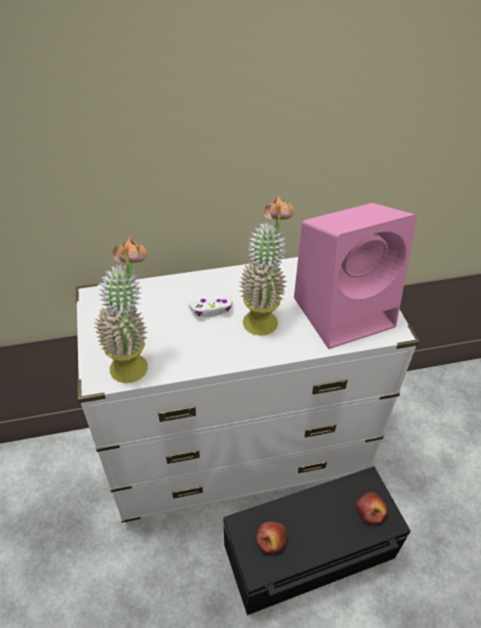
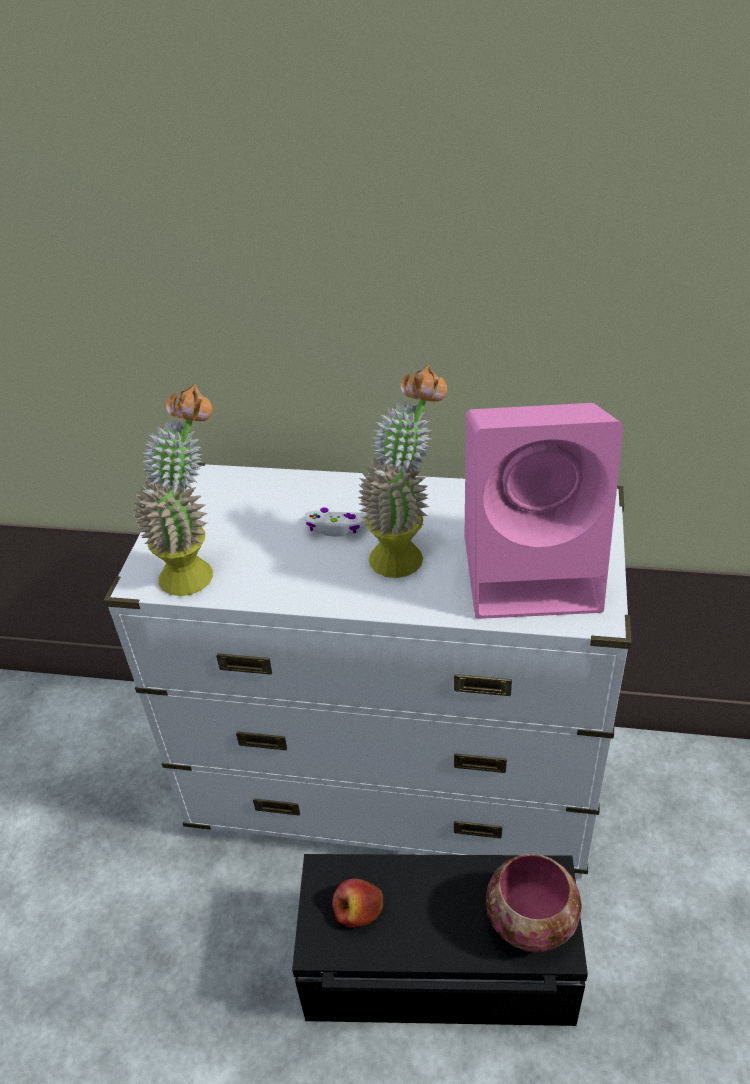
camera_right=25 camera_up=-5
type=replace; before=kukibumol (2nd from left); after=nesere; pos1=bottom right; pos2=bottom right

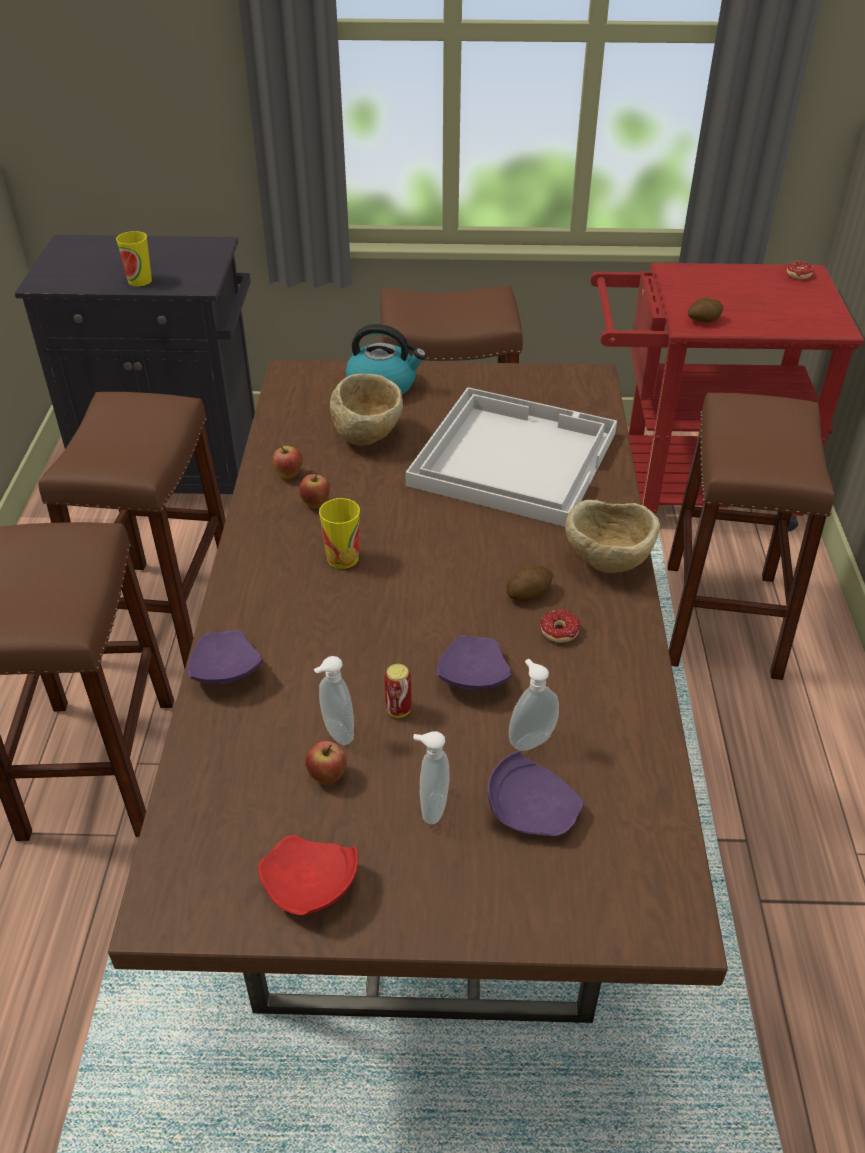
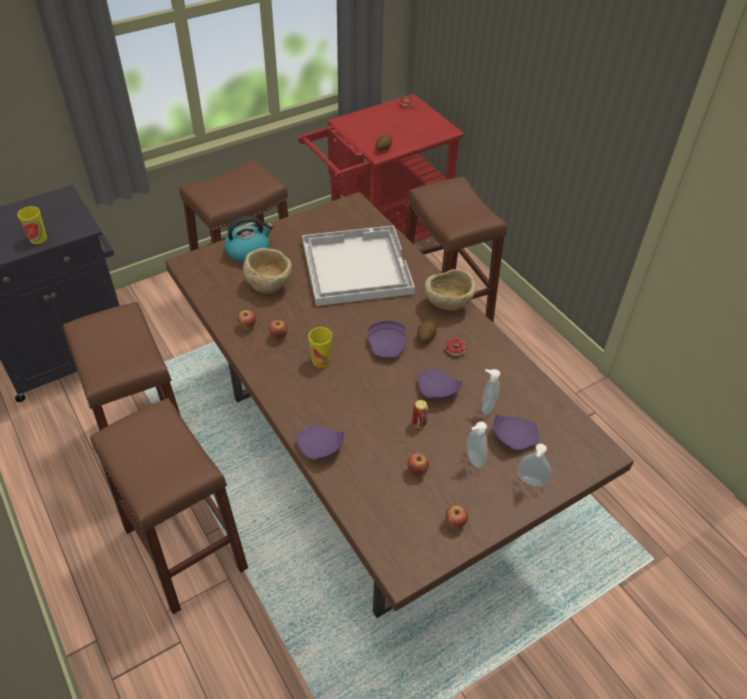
camera_right=-35 camera_up=5
type=insert; after=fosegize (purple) (2nd from left); pos2=centre
type=move; before=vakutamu (1st from left in the first image); after=vakutamu (3rd from left); pos1=centre; pos2=middle right
type=replace; before=fosegize (red); after=kukibumol (4th from left); pos1=bottom centre; pos2=bottom centre

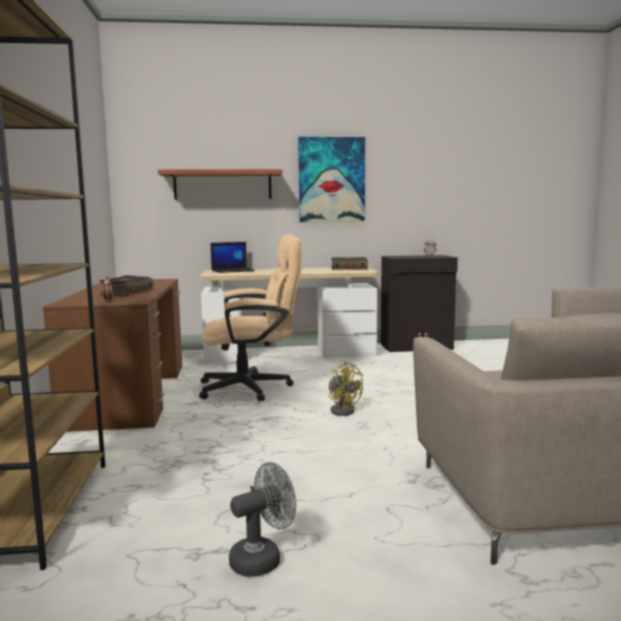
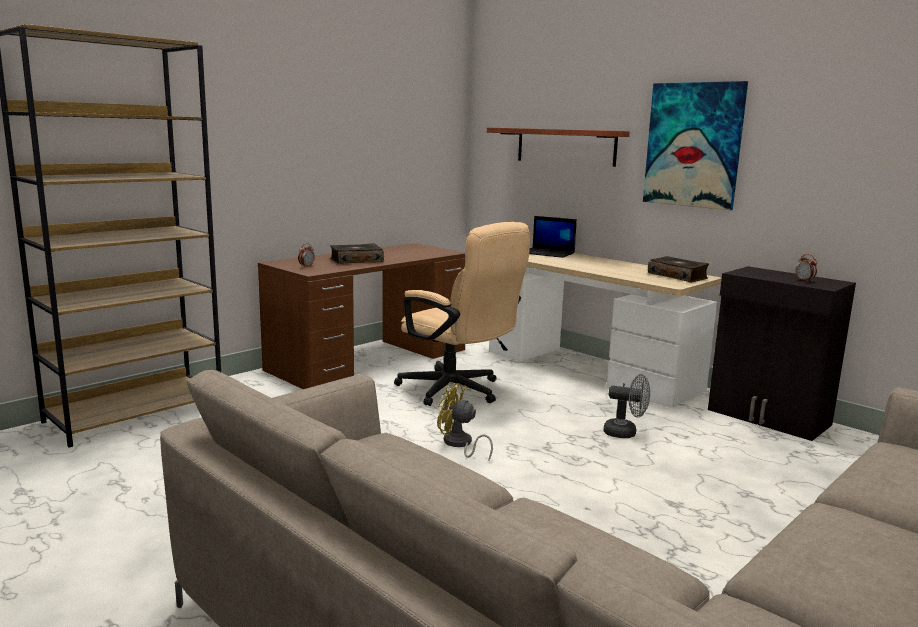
camera_right=50 camera_up=5
type=move; before=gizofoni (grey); pos1=bottom centre; pos2=middle right
type=rotate; before=gizofoni (yellow); pos1=centre; pos2=bottom centre; turn=105

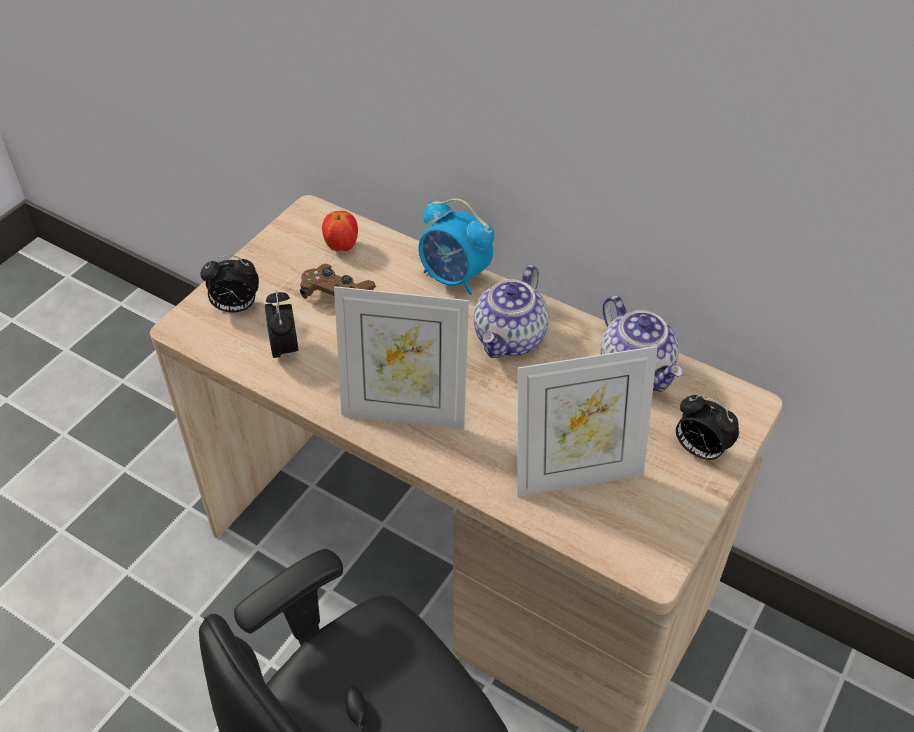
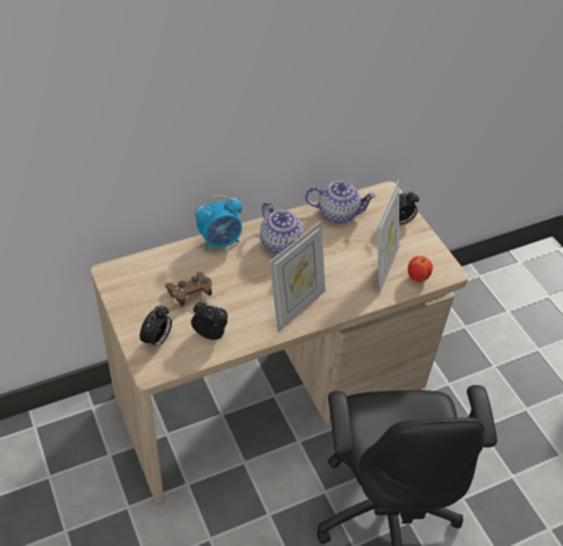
camera_right=-60 camera_up=0
type=move; before=kukibumol; pos1=top centre; pos2=middle right

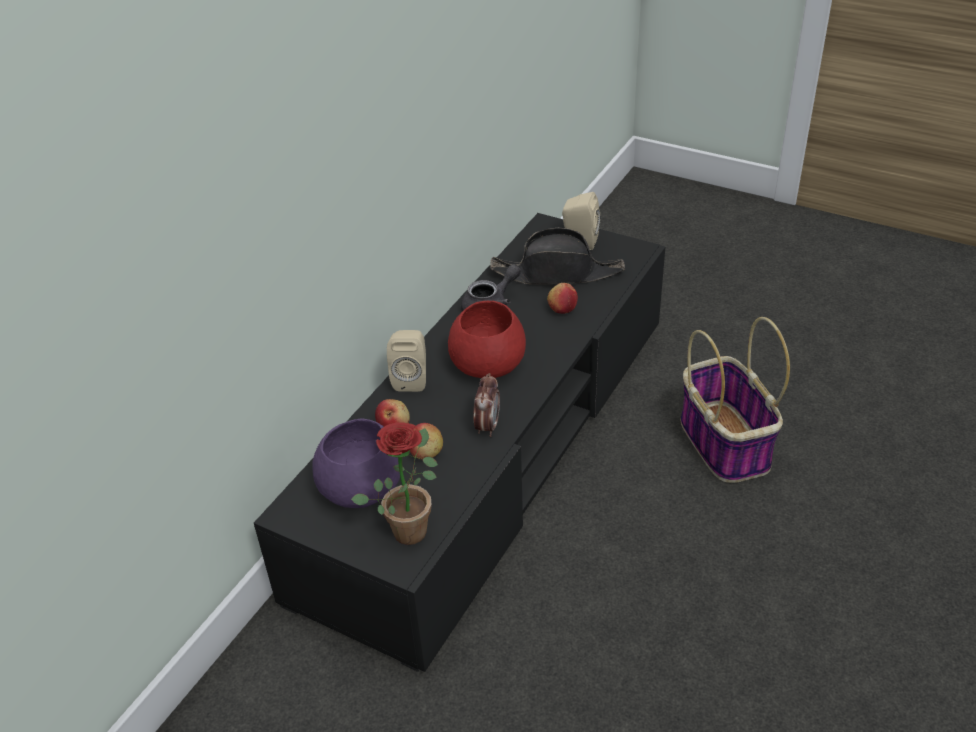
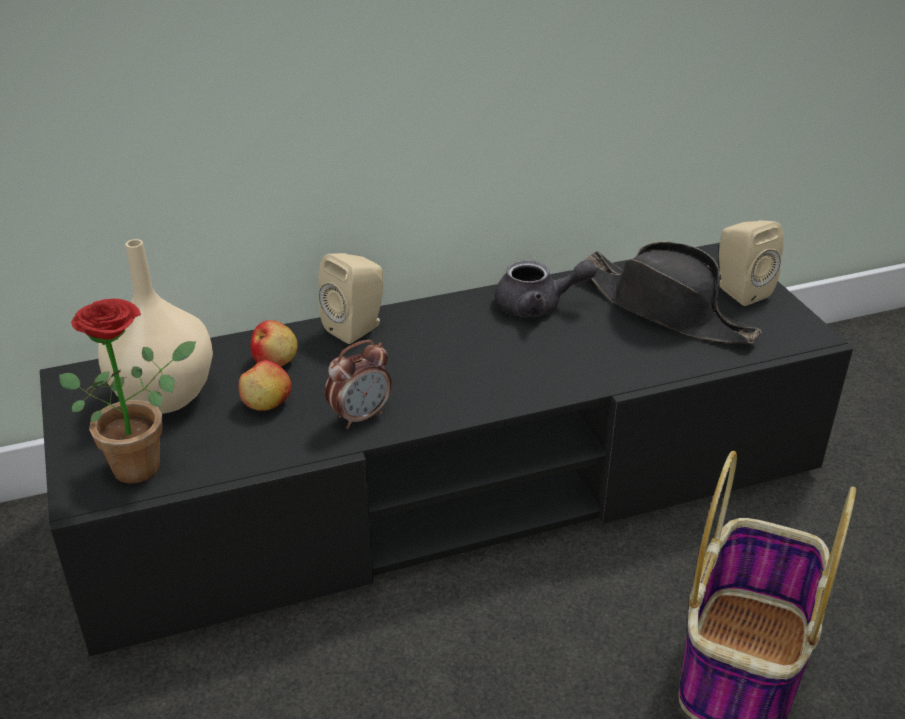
camera_right=40 camera_up=-5
type=delete; before=nesere (red); pos1=centre
type=delete; before=kukibumol (3rd from left); pos1=centre
type=replace; before=nesere (purple); after=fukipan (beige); pos1=centre; pos2=middle left

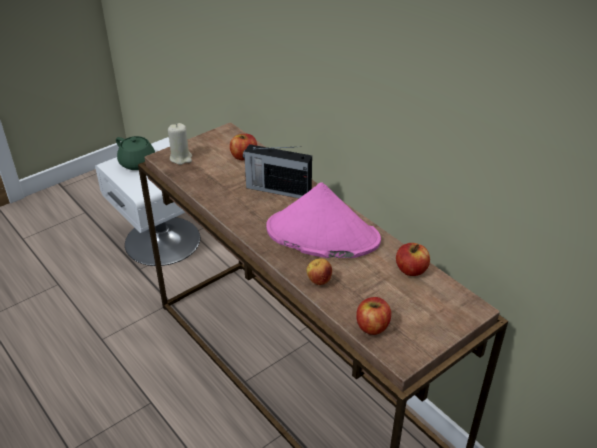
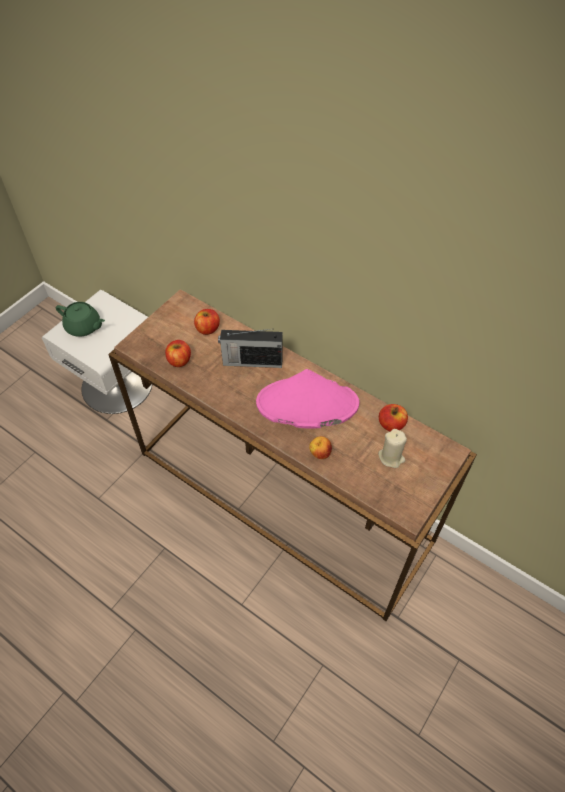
camera_right=-15 camera_up=15
type=move; before=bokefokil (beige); pos1=top left; pos2=middle right
type=move; before=kukibumol (3rd from left in the first image); after=kukibumol (1st from left); pos1=bottom centre; pos2=middle left

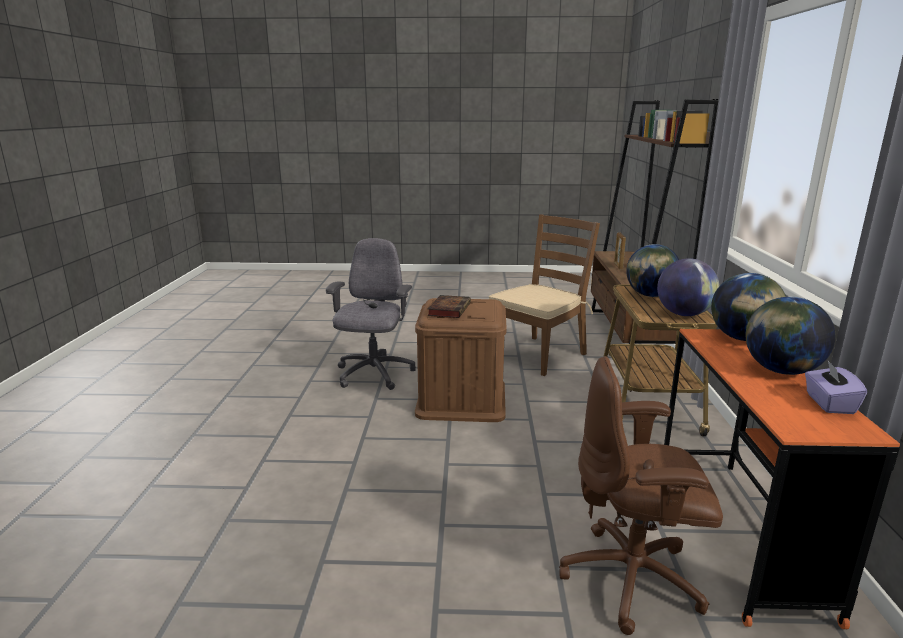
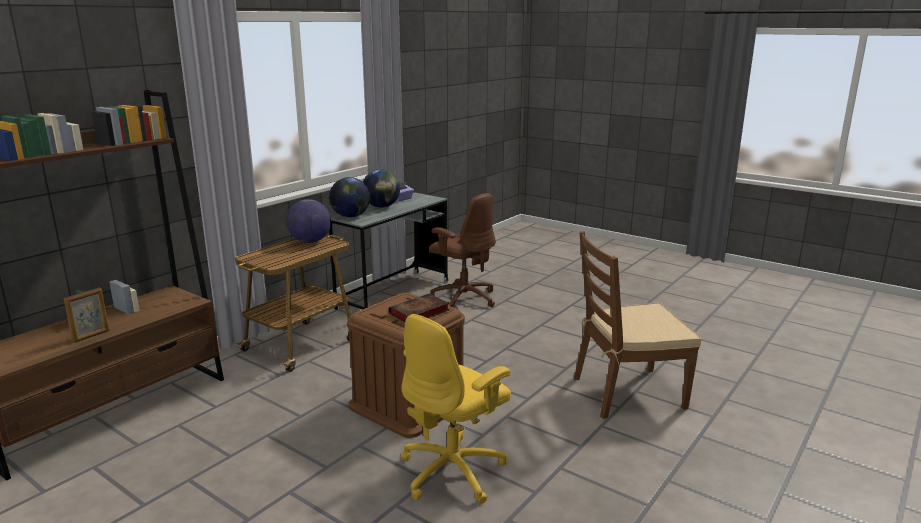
camera_right=-145 camera_up=0
type=delete; before=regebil (1st from left); pos1=middle right
type=move; before=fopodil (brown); pos1=centre; pos2=middle right
type=recolor; before=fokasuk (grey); after=fokasuk (yellow); pos1=centre; pos2=bottom centre
type=recolor; before=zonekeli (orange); after=zonekeli (grey); pos1=bottom right; pos2=centre

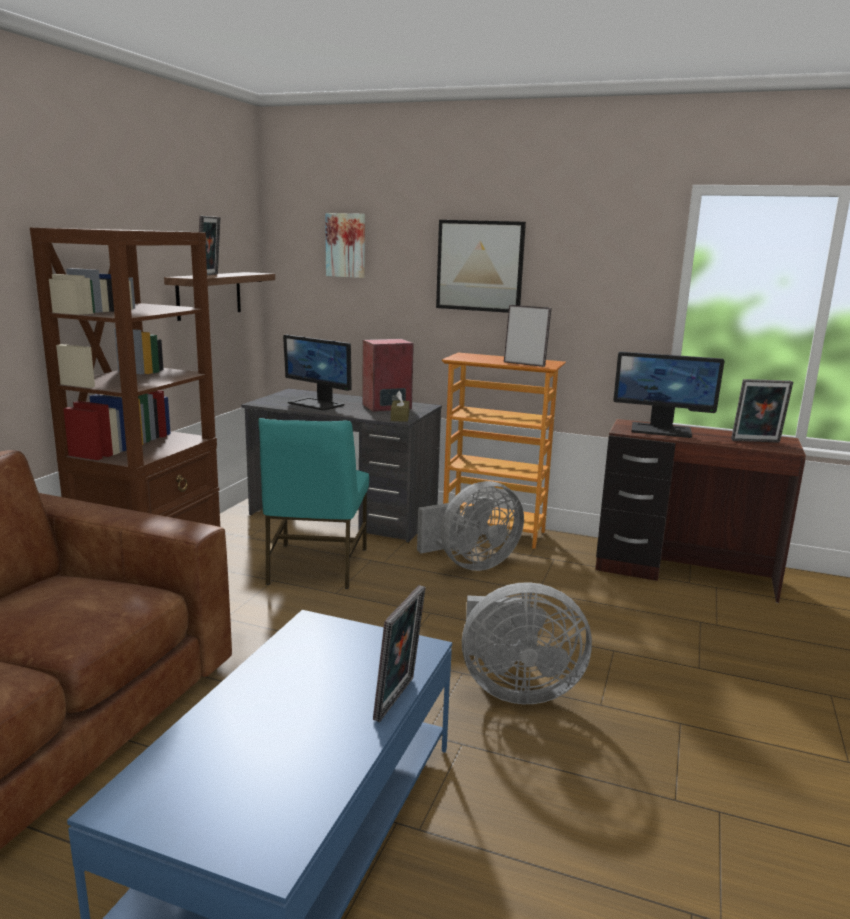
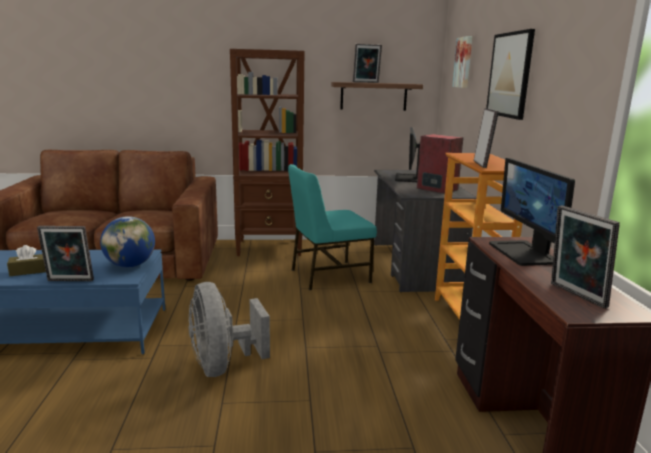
camera_right=65 camera_up=0
type=delete; before=gizofoni (grey) (1st from left); pos1=centre
type=insert; after=regebil; pos2=middle left
type=move; before=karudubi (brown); pos1=centre; pos2=middle left

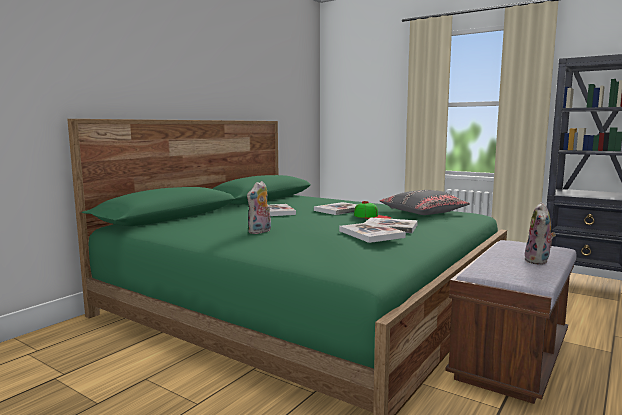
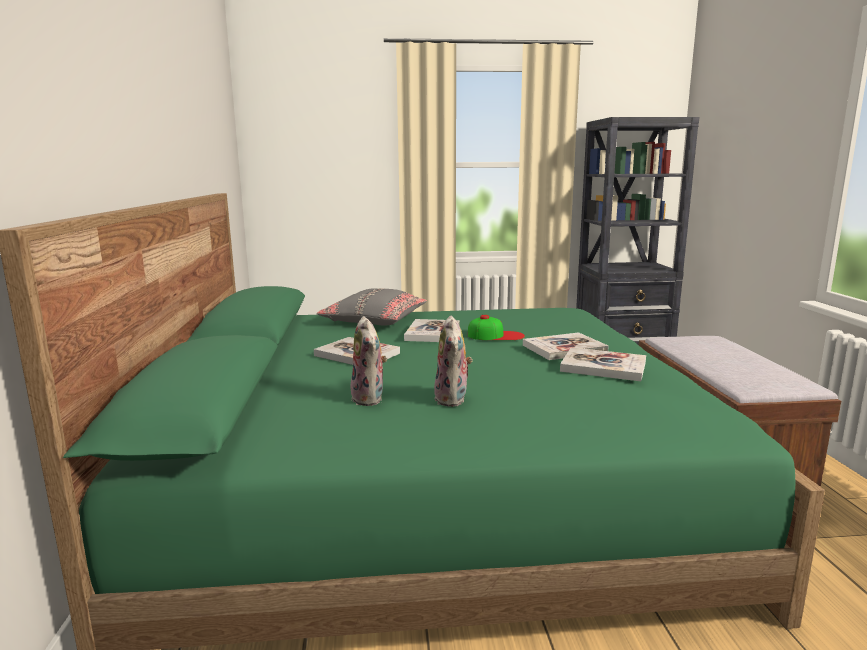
camera_right=-40 camera_up=5
type=move; before=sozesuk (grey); pos1=middle right; pos2=centre
type=move; before=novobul (2nd from left in the first image); after=novobul (1st from left); pos1=middle right; pos2=centre

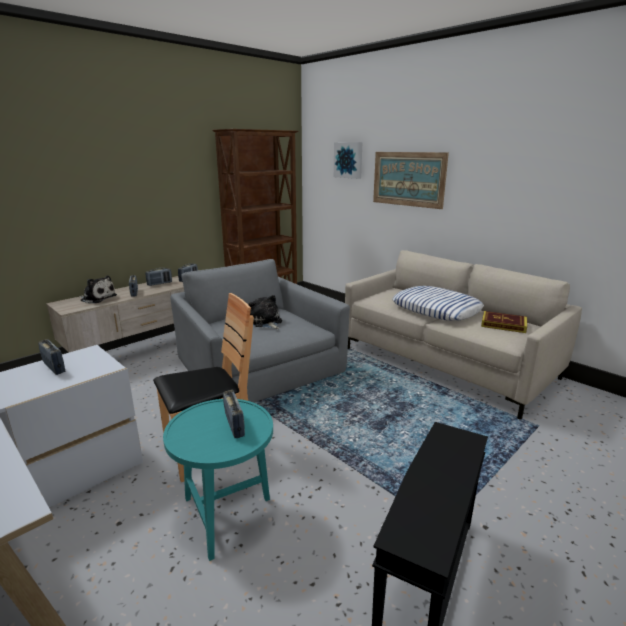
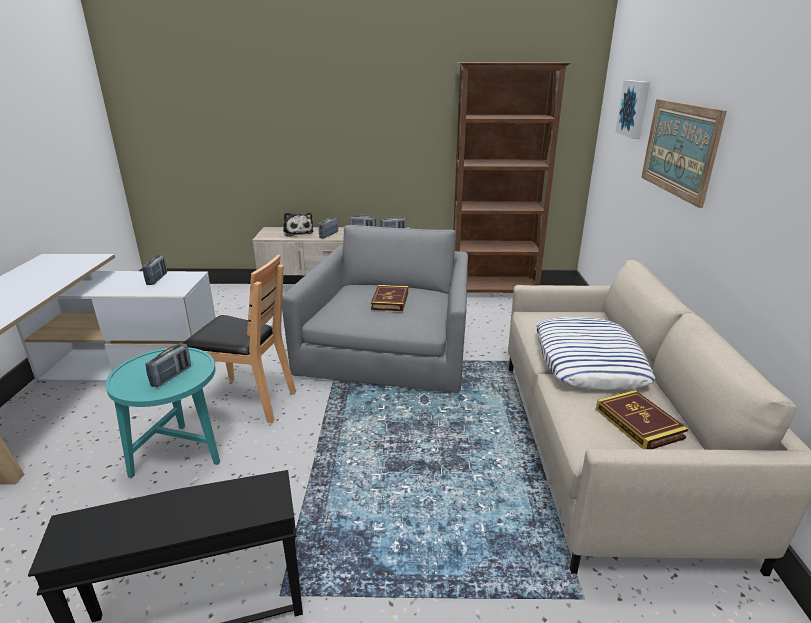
camera_right=45 camera_up=5
type=replace; before=novobul (2nd from left); after=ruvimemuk (1st from left); pos1=centre; pos2=centre

